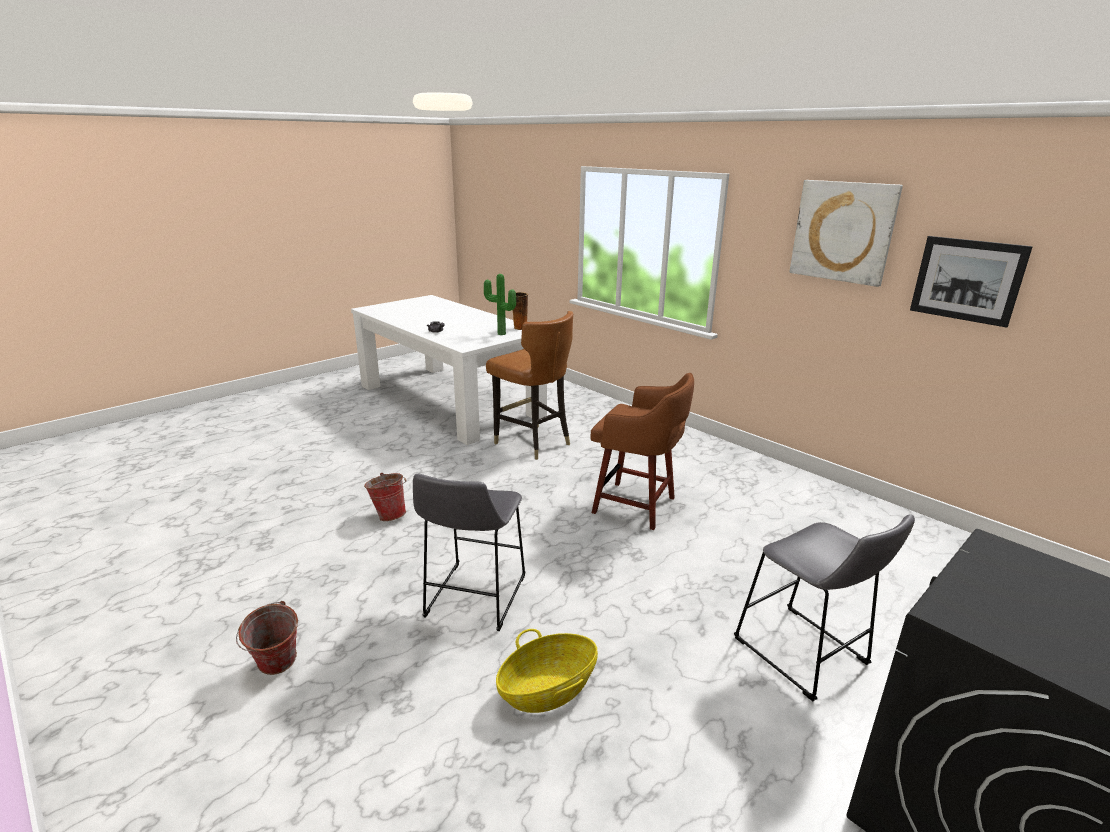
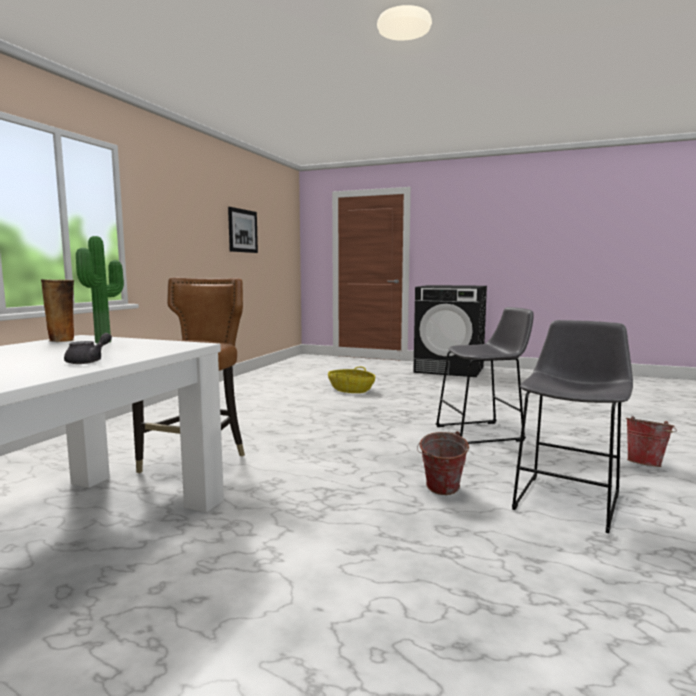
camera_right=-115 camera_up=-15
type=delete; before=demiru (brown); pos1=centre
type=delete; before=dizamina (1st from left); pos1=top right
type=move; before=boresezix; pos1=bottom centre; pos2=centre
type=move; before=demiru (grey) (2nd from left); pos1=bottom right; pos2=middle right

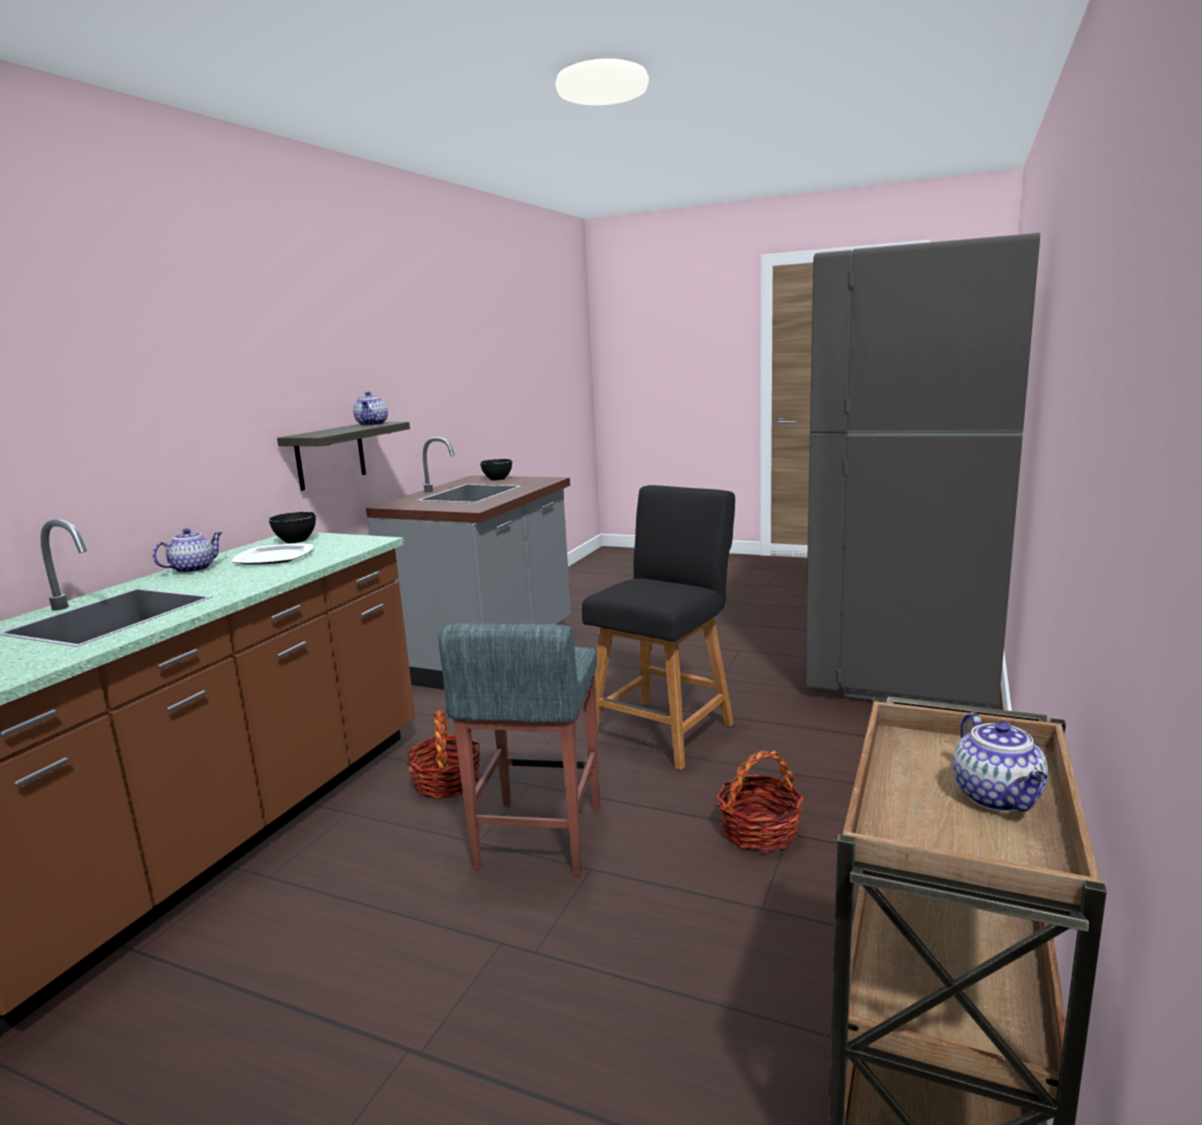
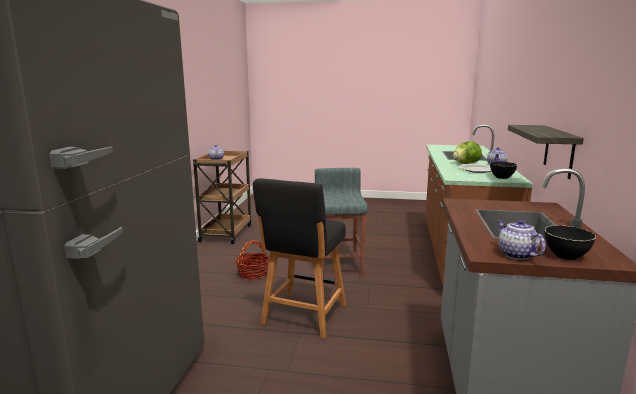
camera_right=165 camera_up=0
type=delete; before=boresezix (1st from left); pos1=bottom centre
type=insert; after=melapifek; pos2=middle right
type=move; before=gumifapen (2nd from left in the first image); after=gumifapen (3rd from left); pos1=middle left; pos2=middle right

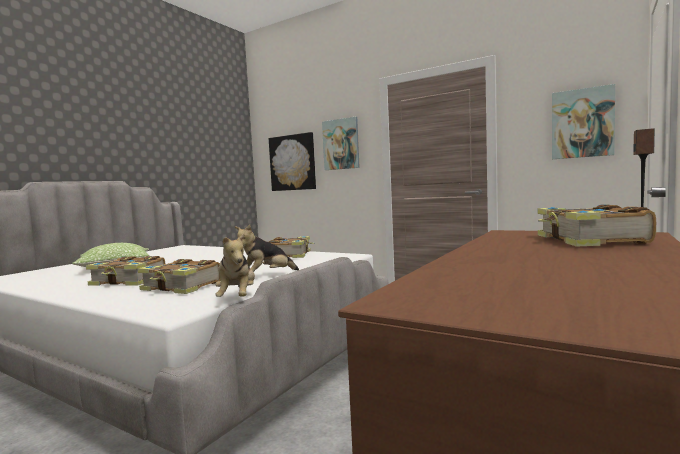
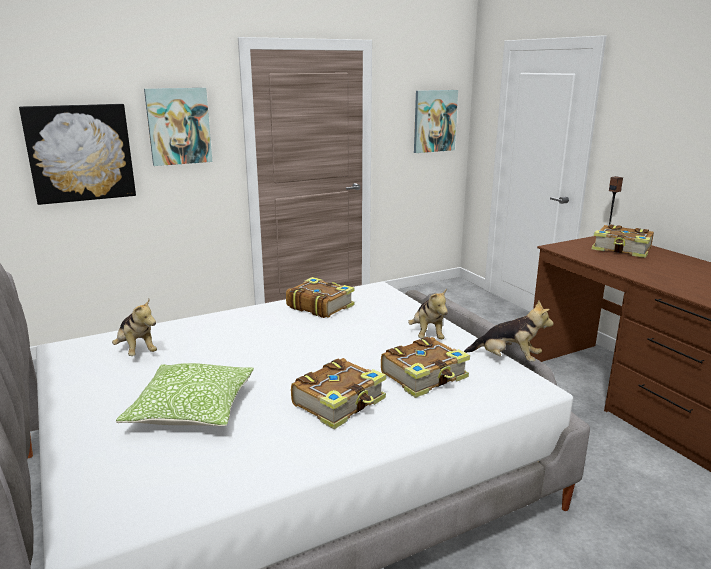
camera_right=-60 camera_up=15
type=insert; after=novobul (1st from left); pos2=middle left

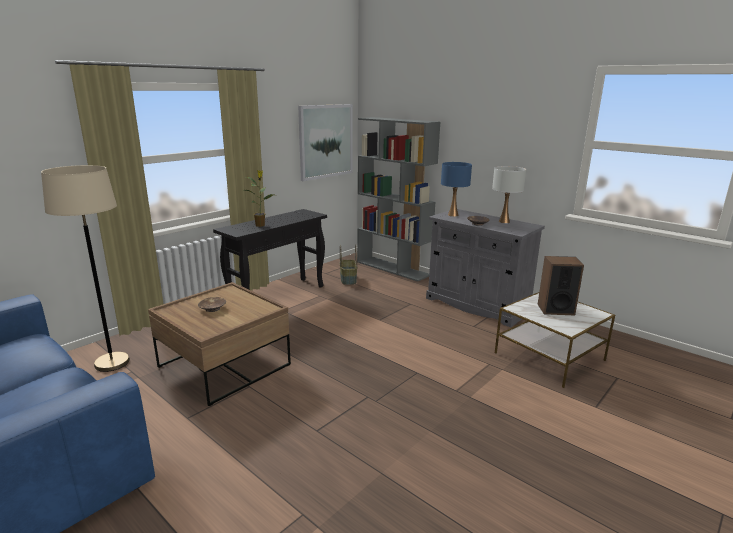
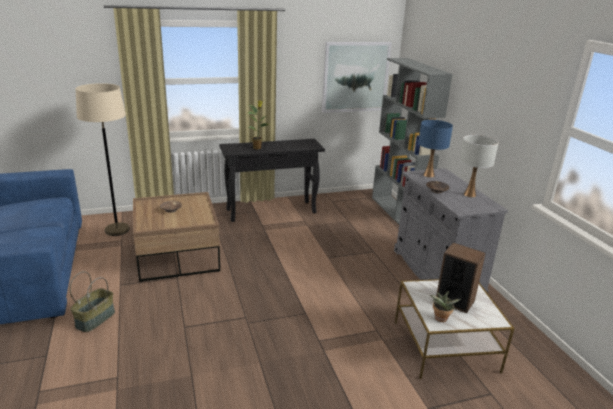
camera_right=30 camera_up=5
type=insert; after=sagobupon (2nd from left); pos2=bottom right
type=move; before=boresezix; pos1=centre; pos2=bottom left

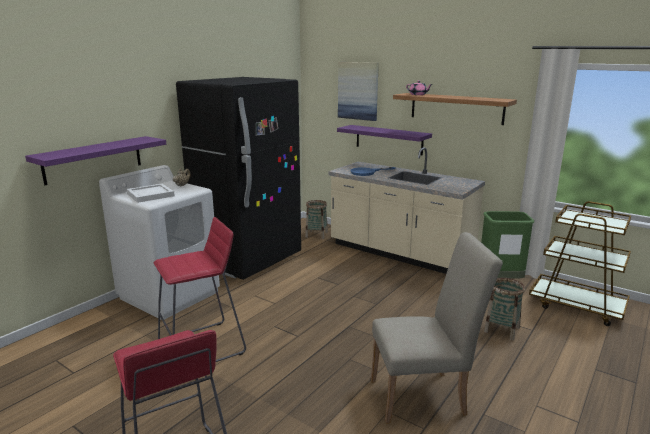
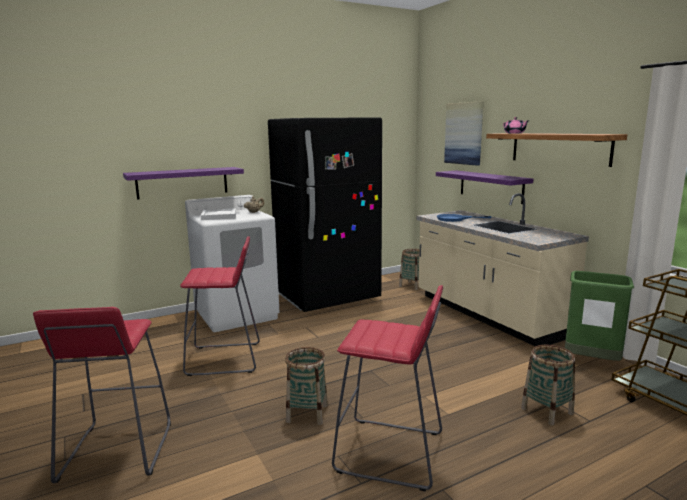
camera_right=25 camera_up=-5
type=insert; after=boresezix (1st from left); pos2=bottom centre
type=replace; before=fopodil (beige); after=demiru (red) (3rd from left); pos1=bottom right; pos2=bottom centre

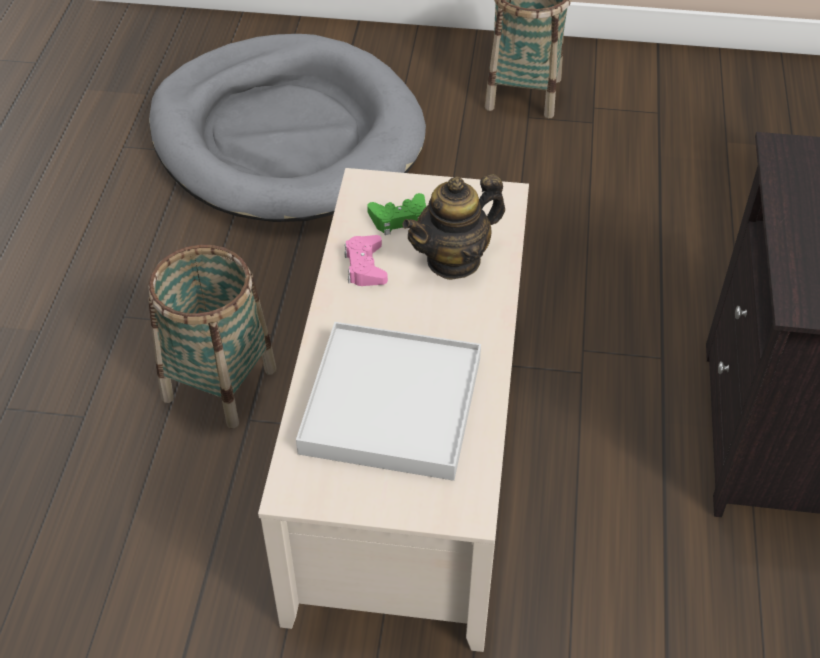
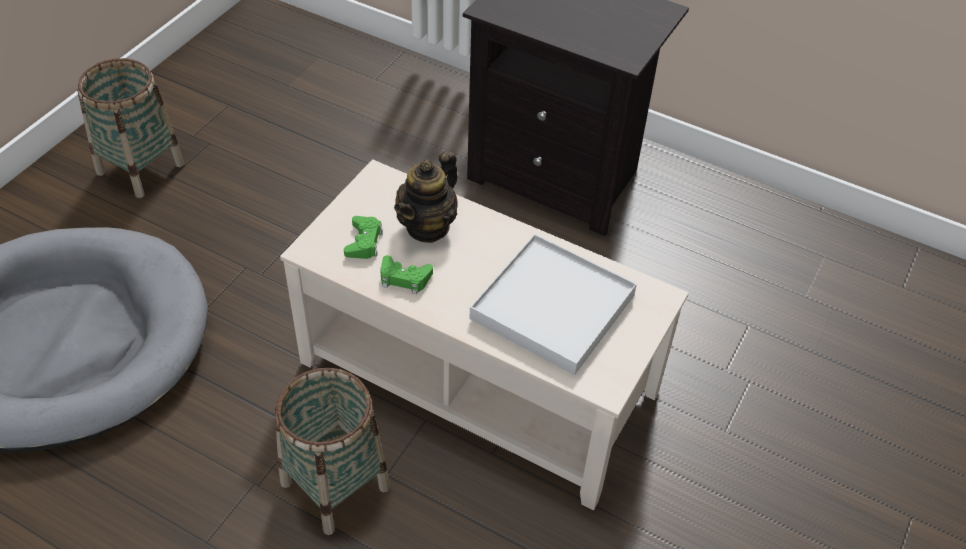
camera_right=-70 camera_up=0
type=recolor; before=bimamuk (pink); after=bimamuk (green) (2nd from left); pos1=centre; pos2=centre
type=rotate; before=gumifapen; pos1=centre; pos2=centre; turn=45

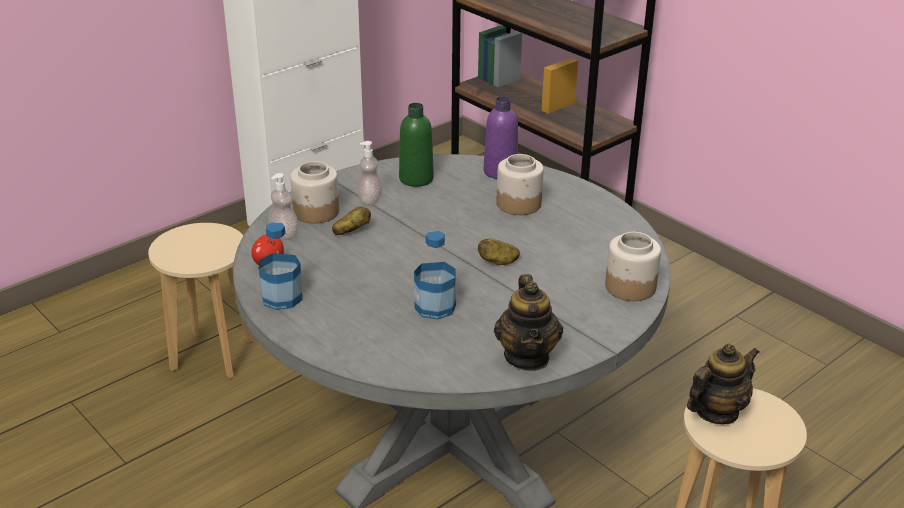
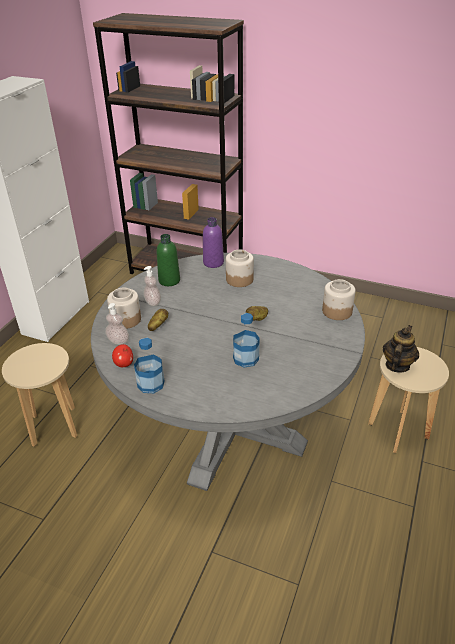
camera_right=-25 camera_up=5
type=delete; before=gumifapen (1st from left); pos1=centre

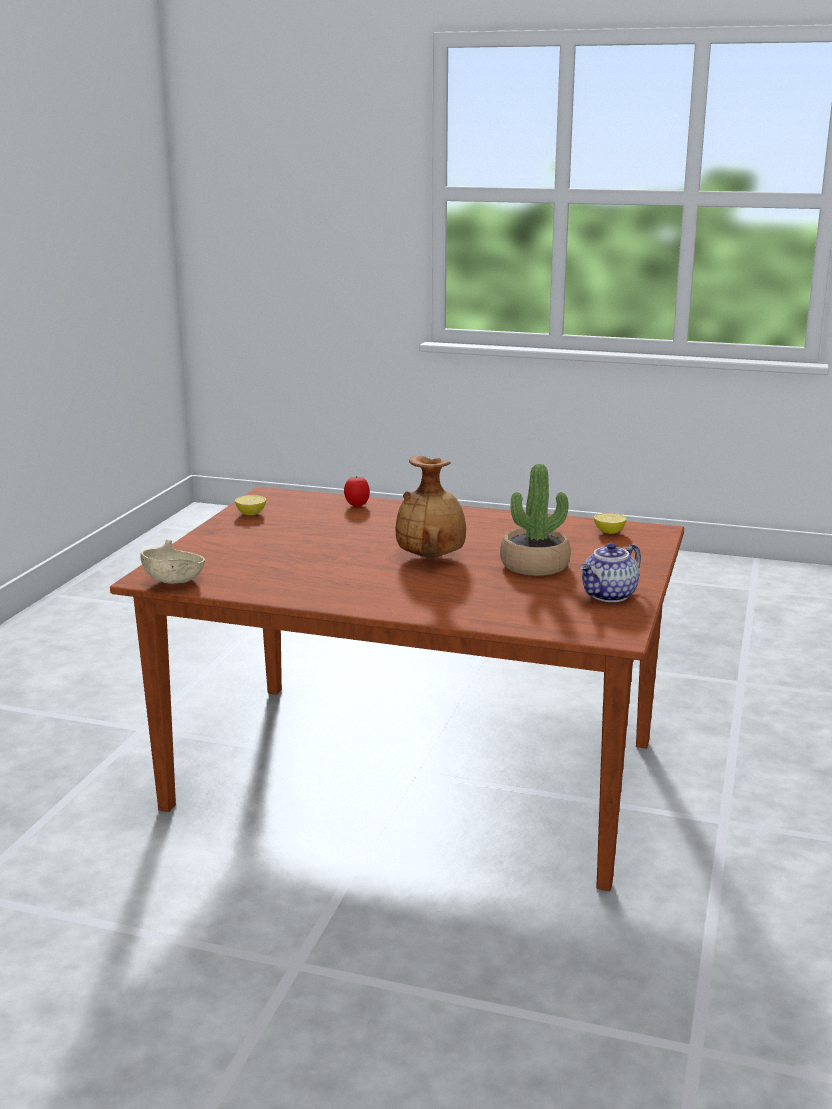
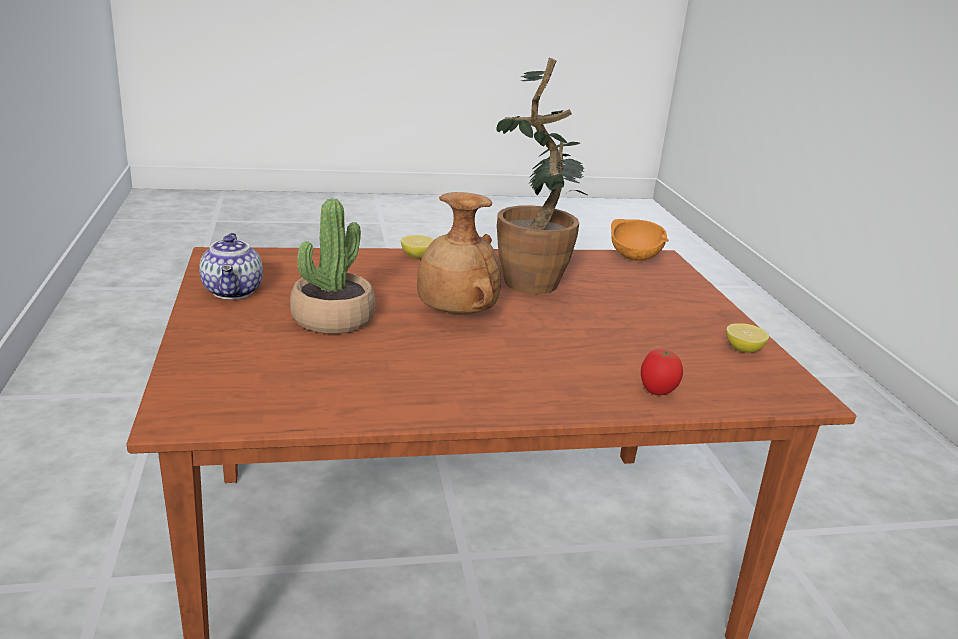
camera_right=150 camera_up=5
type=insert; after=sagobupon (2nd from left); pos2=top centre
type=move; before=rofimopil (2nd from left in the first image); after=rofimopil (1st from left); pos1=middle right; pos2=centre
type=recolor; before=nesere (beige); after=nesere (orange); pos1=middle left; pos2=middle right
type=rotate; before=gumifapen; pos1=middle right; pos2=middle left; turn=150

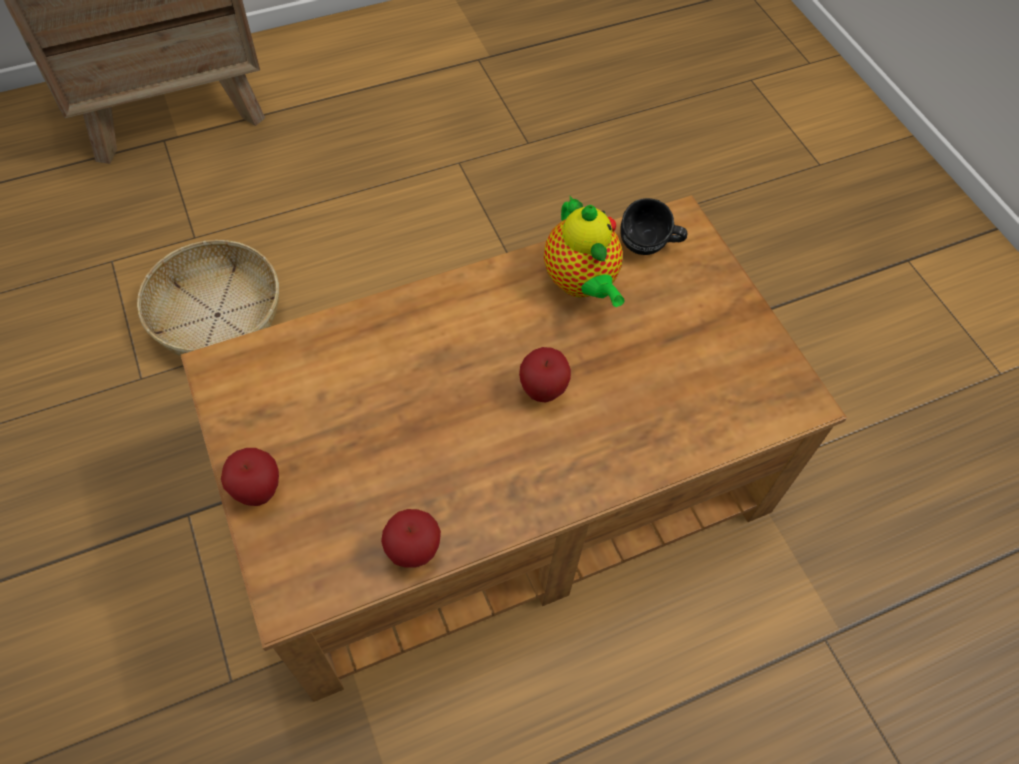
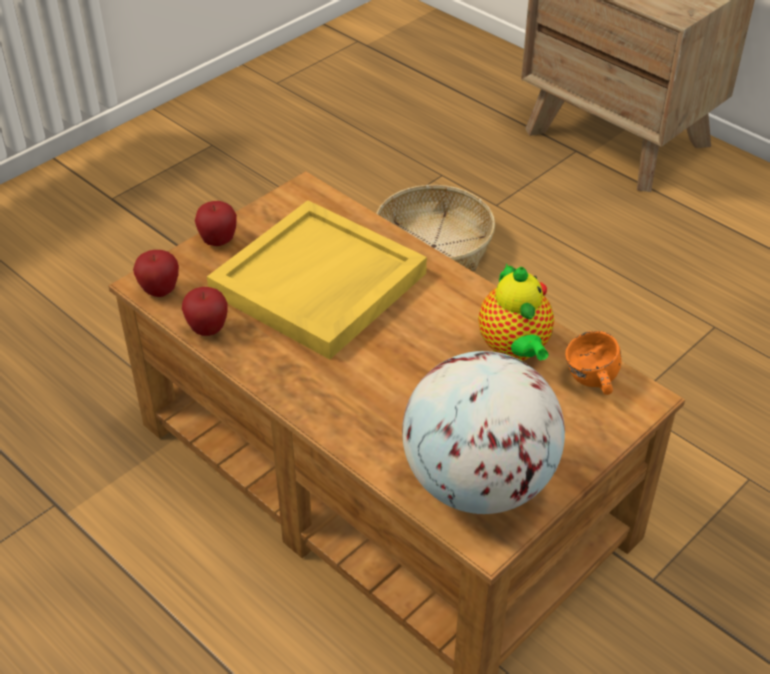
camera_right=70 camera_up=-15
type=insert; after=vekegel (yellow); pos2=centre
type=insert; after=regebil; pos2=centre
type=move; before=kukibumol (3rd from left in the first image); after=kukibumol (1st from left); pos1=centre; pos2=middle left
type=recolor; before=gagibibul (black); after=gagibibul (orange); pos1=top centre; pos2=middle right
type=rotate; before=gumifapen; pos1=top centre; pos2=middle right; turn=-60

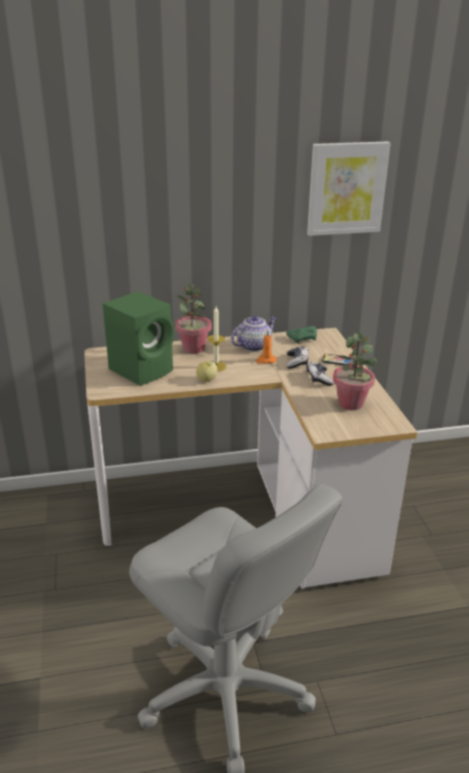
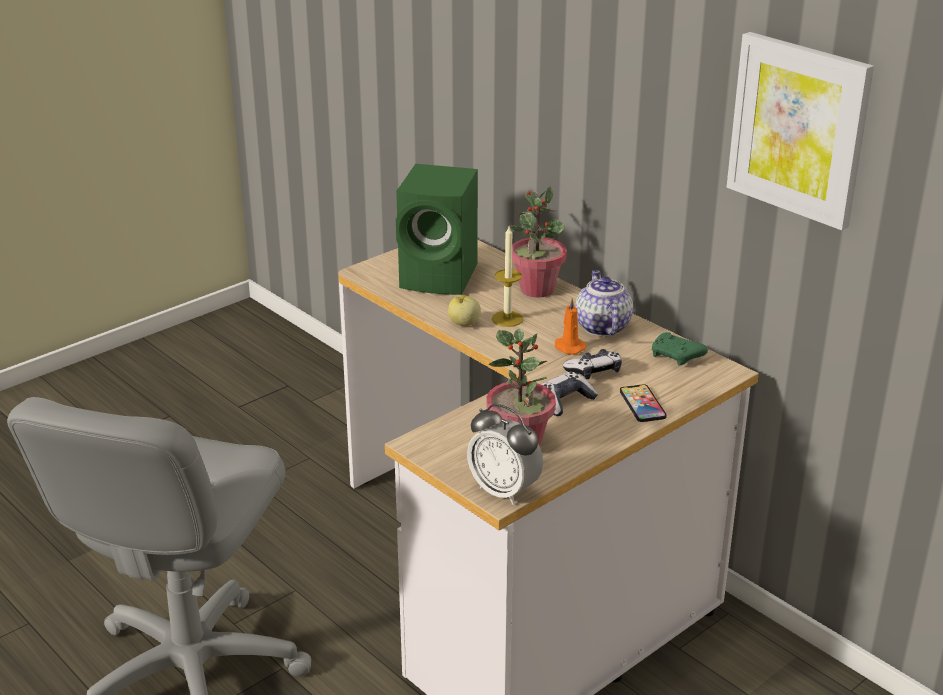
camera_right=60 camera_up=0
type=insert; after=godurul; pos2=centre
type=rotate; before=gumifapen; pos1=centre; pos2=centre; turn=-120

